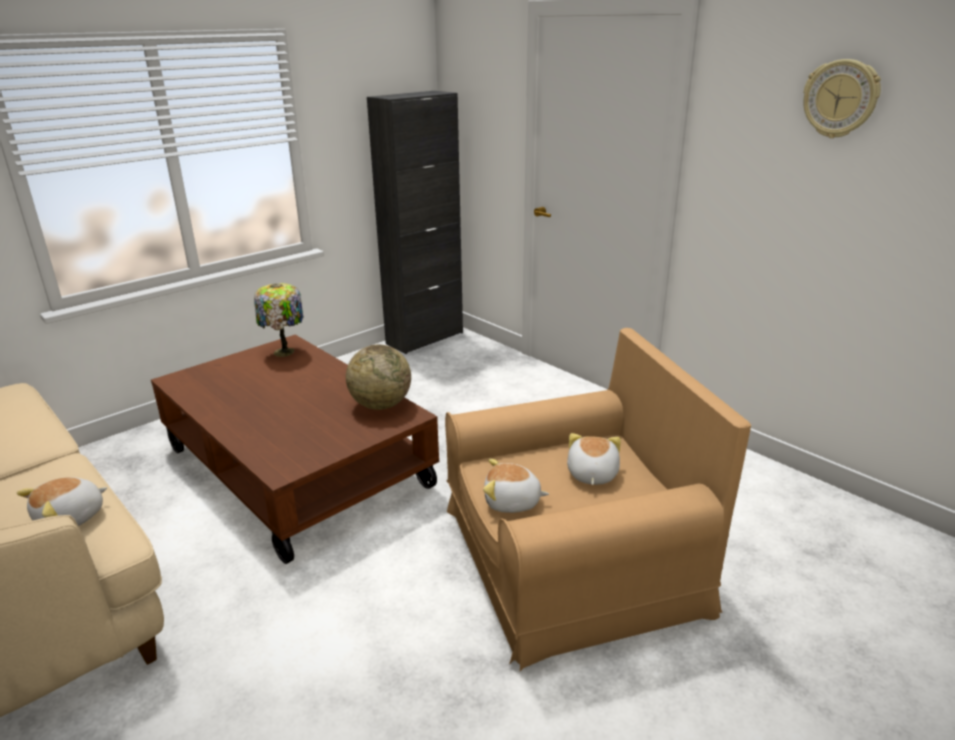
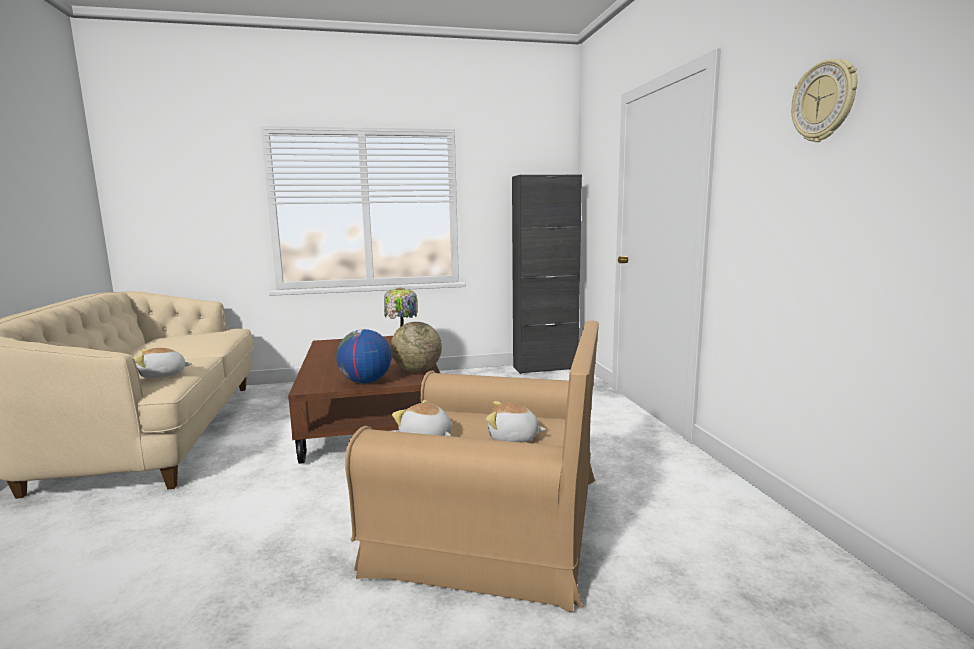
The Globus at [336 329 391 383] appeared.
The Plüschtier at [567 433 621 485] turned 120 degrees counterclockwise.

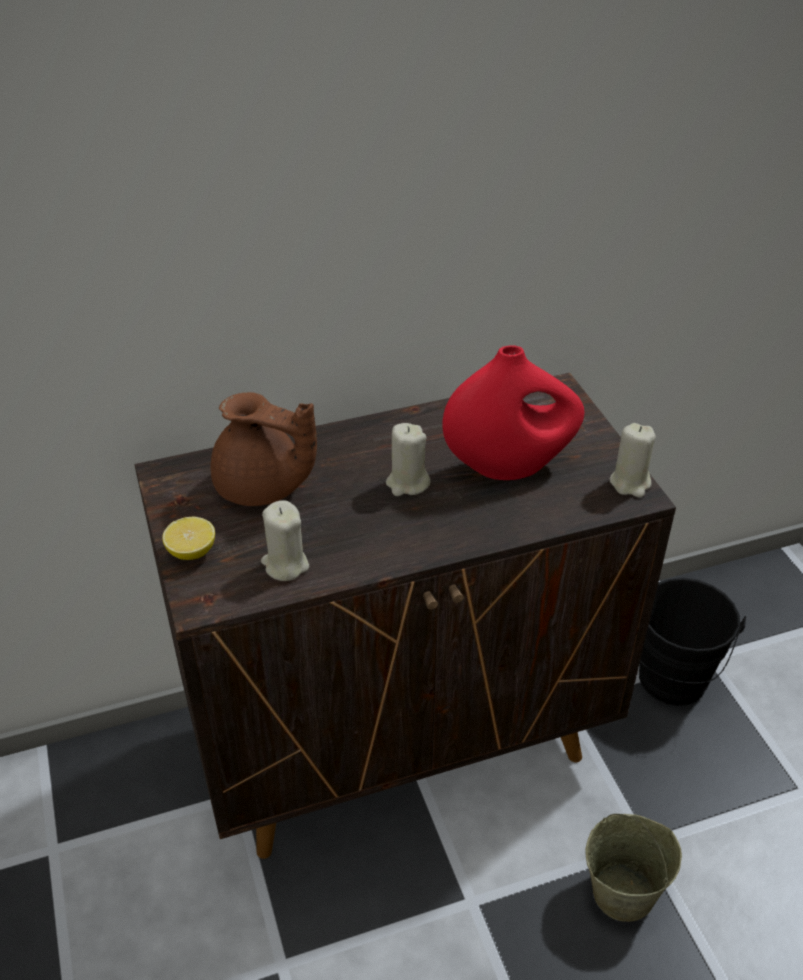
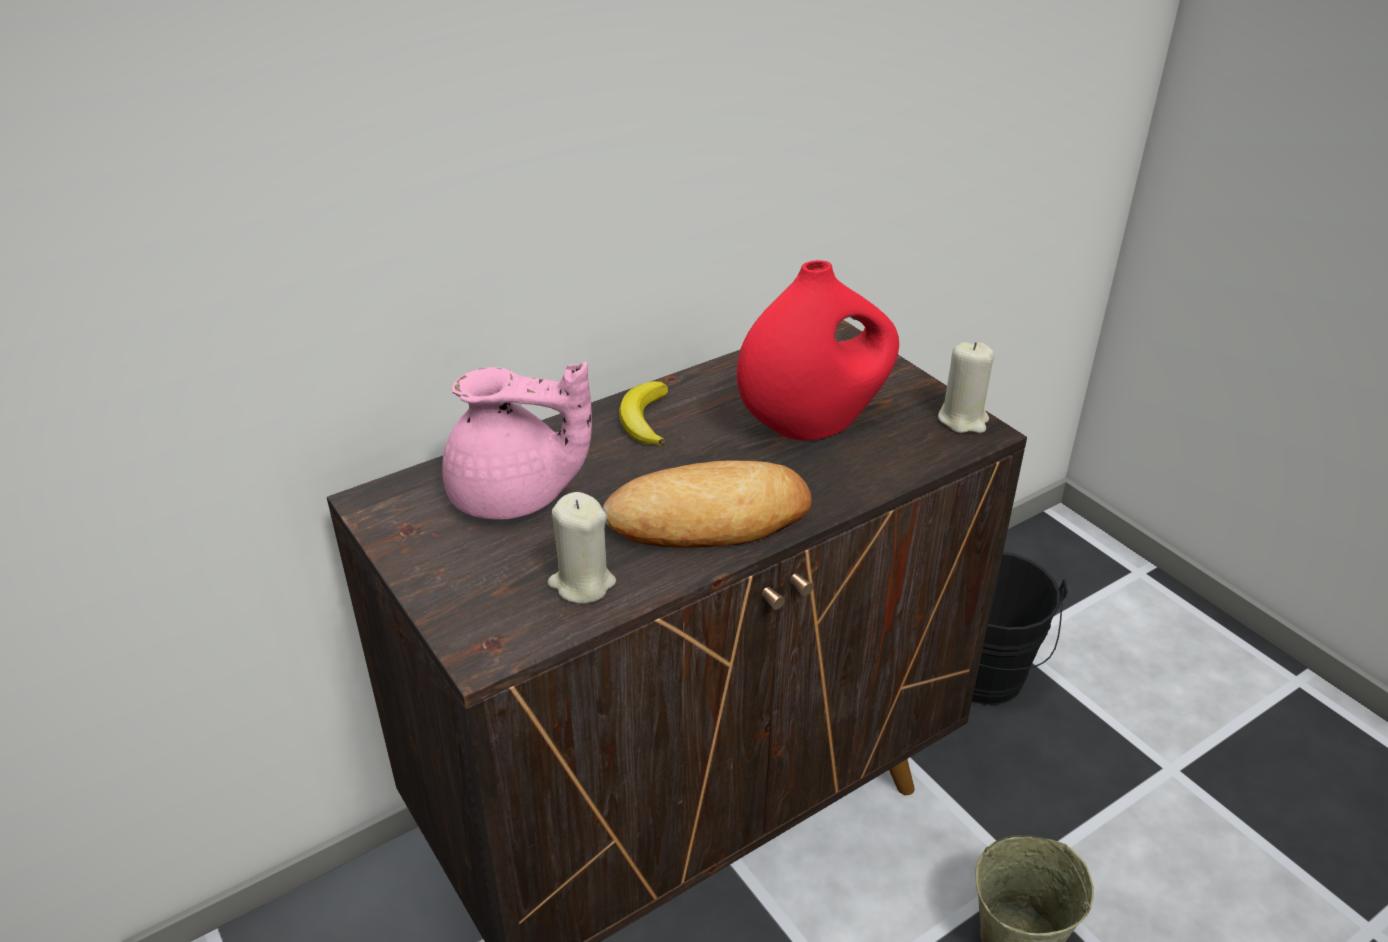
The Zitrone at [162 517 215 560] disappeared.
The Kerze (beige) at [386 423 430 496] disappeared.
The Brot at [602 461 812 548] appeared.
The Banane at [619 381 668 445] appeared.
The Teekanne (braun) at [211 392 317 506] became the Teekanne (rosa) at [443 362 592 519].

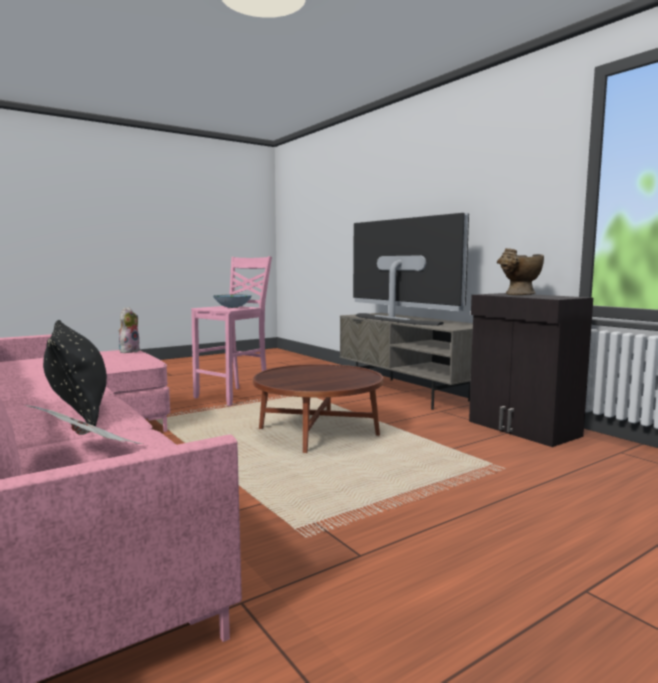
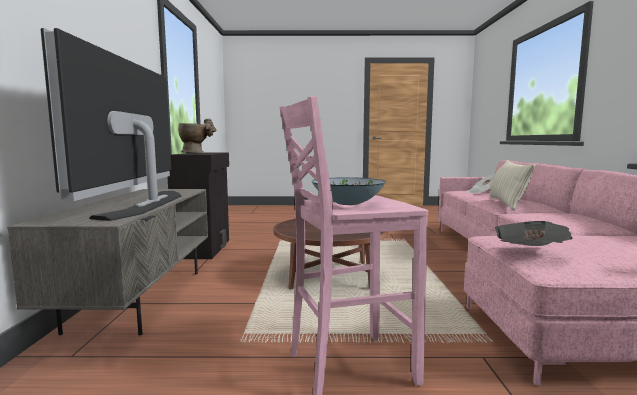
The Plüschtier at [119 307 140 353] was replaced by the Zeitung at [494 221 572 246].
The Kissen (schwarz) at [43 320 107 426] became the Kissen (beige) at [490 160 535 210].

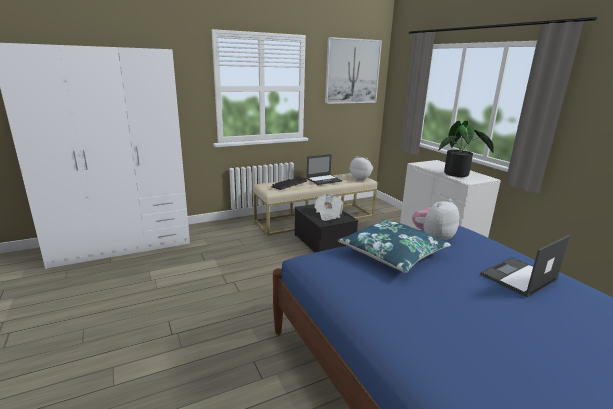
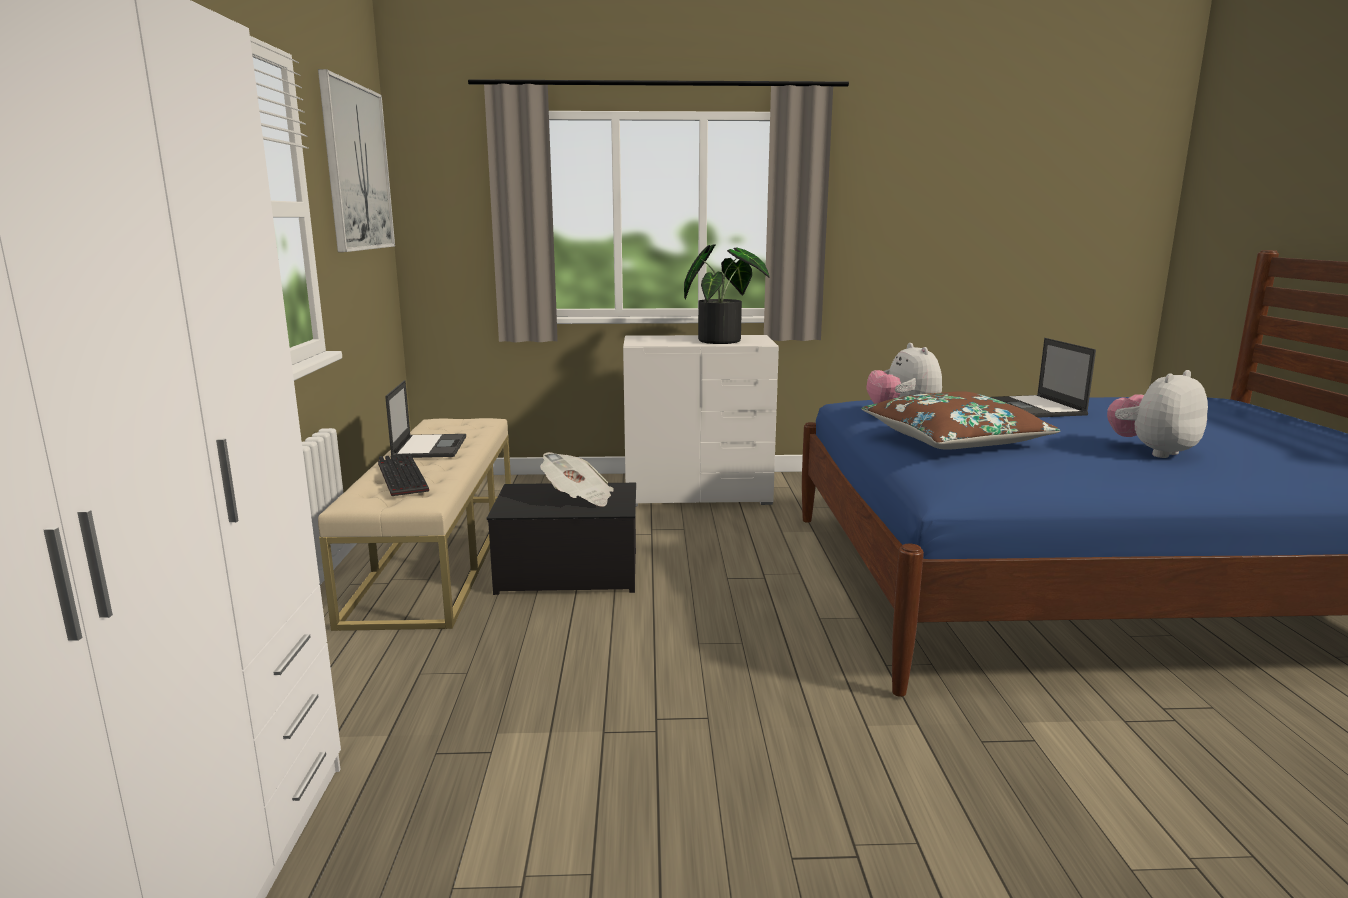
The Plüschtier moved from [350 156 373 181] to [1107 370 1208 458].
The Kissen (blau) at [337 219 451 273] became the Kissen (braun) at [862 391 1060 450].

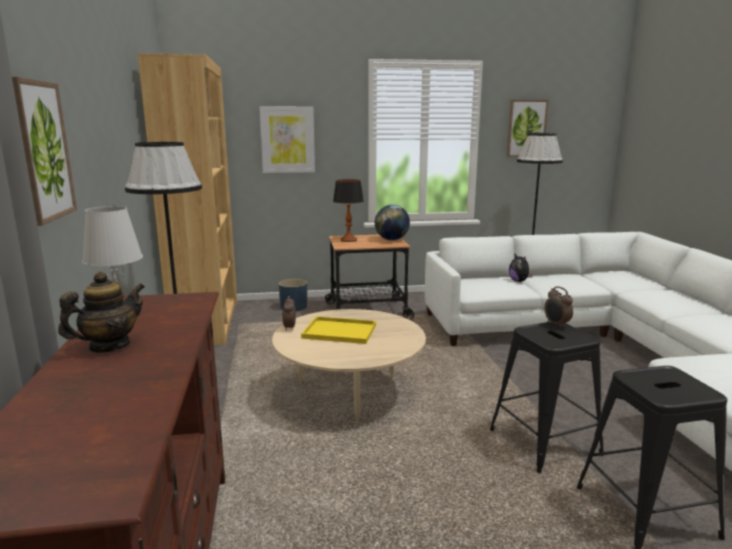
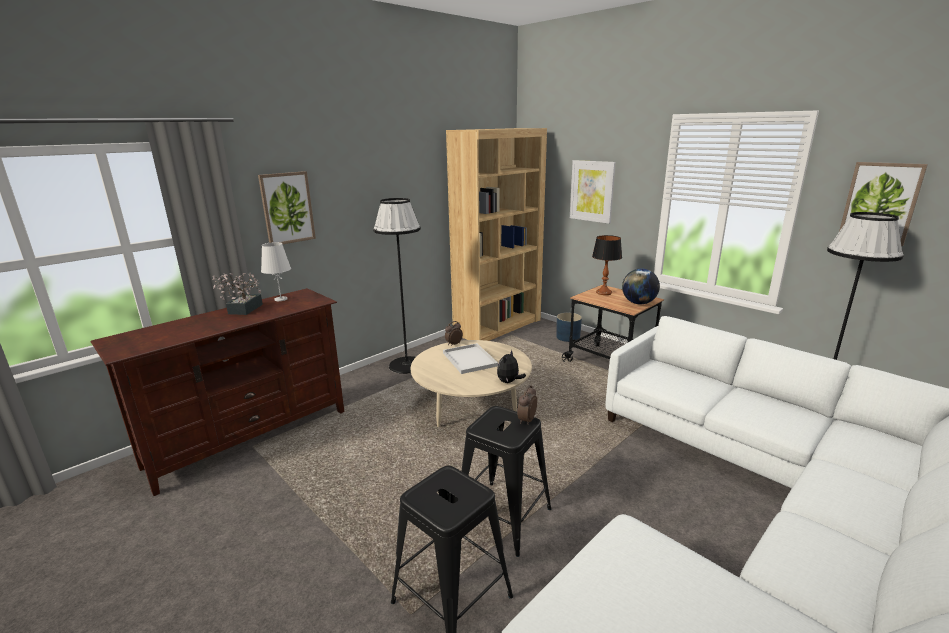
The Plüschtier moved from [509 253 533 282] to [497 350 526 383].
The Teekanne at [58 271 145 353] was replaced by the Topfpflanze at [213 272 263 315].
The Tablett (gelb) at [301 316 376 344] became the Tablett (weiß) at [443 343 498 374].

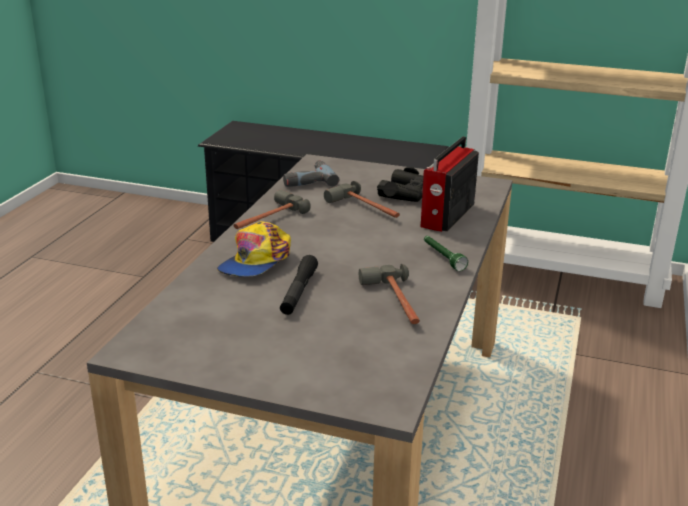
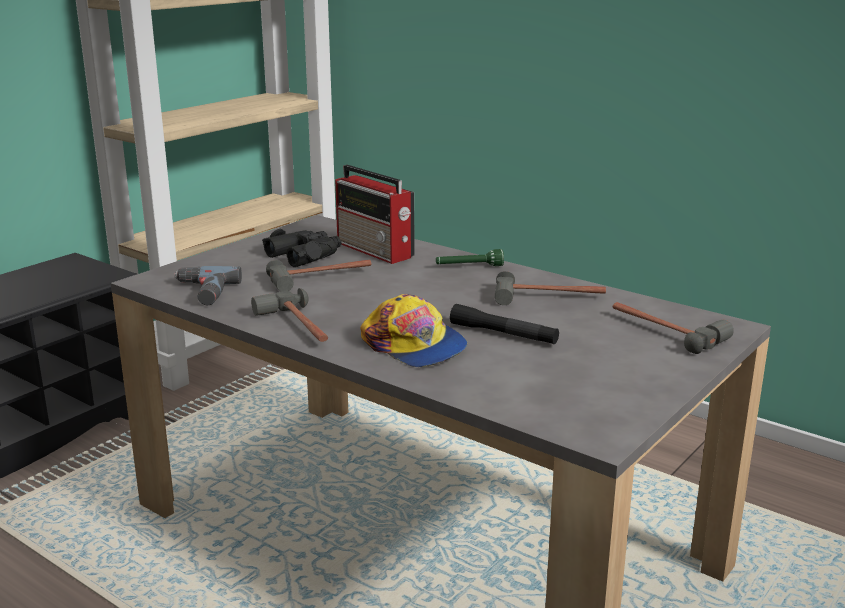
The Hammer at [613 302 734 354] appeared.

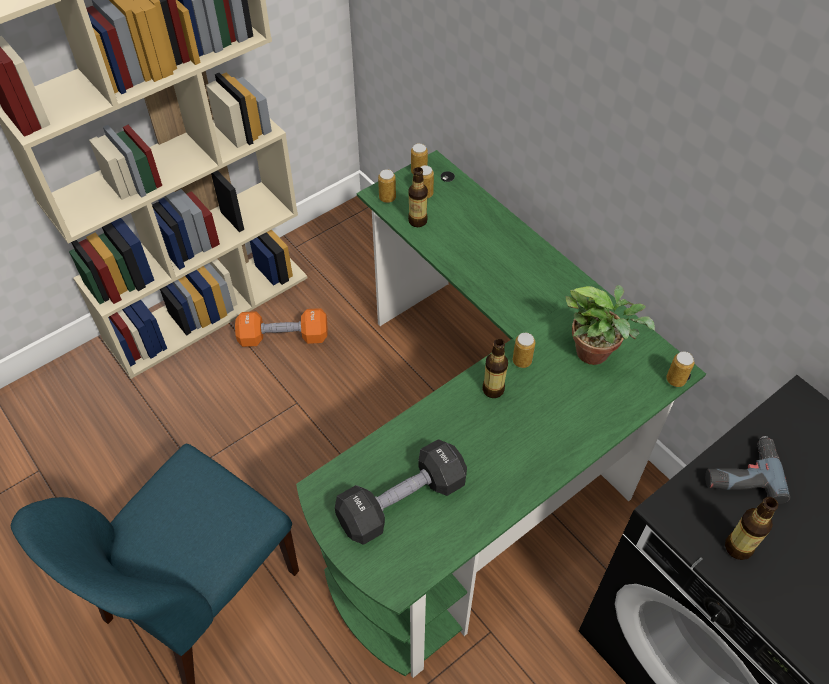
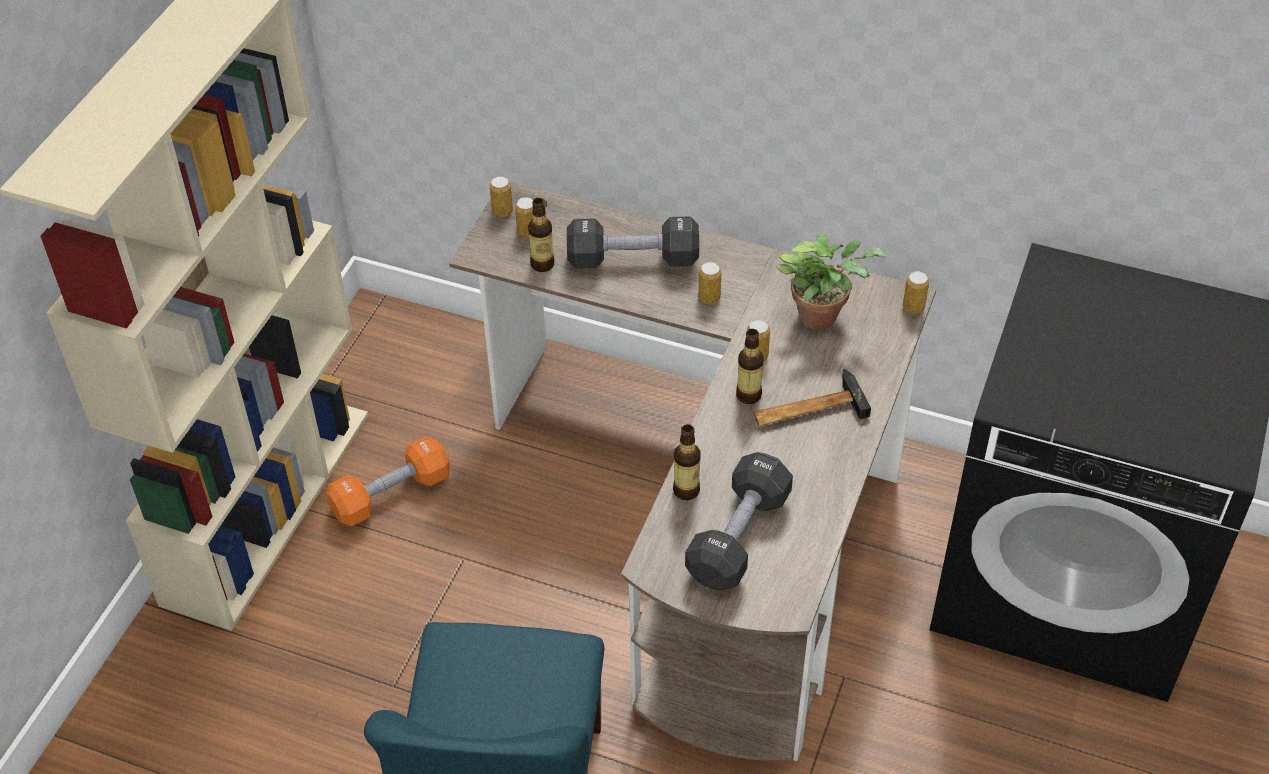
The Bohrmaschine at [705 436 790 504] disappeared.
The Hantel (schwarz) at [567 216 699 269] appeared.
The Hammer at [753 369 871 426] appeared.
The Dose moved from [378 169 396 203] to [698 262 721 304].
The Flasche moved from [725 497 778 560] to [673 424 701 500].
The Schreibtisch (grün) at [296 150 706 678] became the Schreibtisch (braun) at [449 182 936 761].

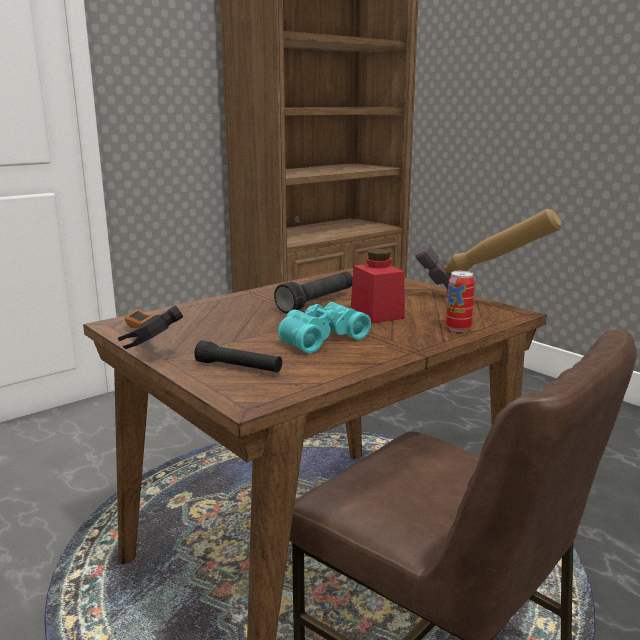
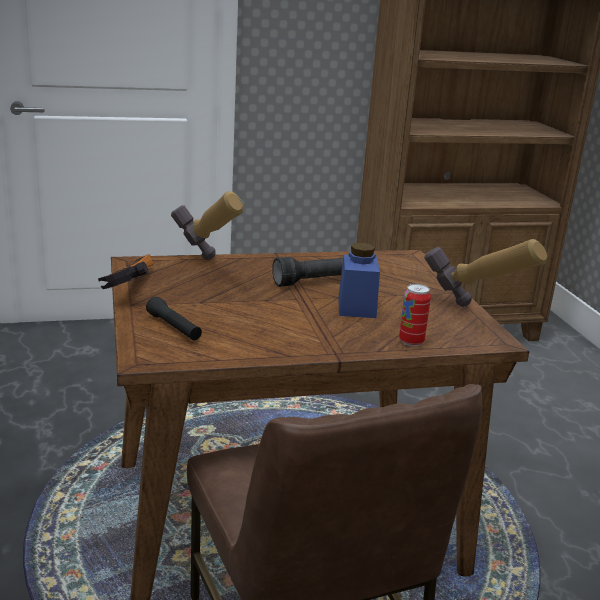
The Fernglas (türkis) at [278 302 371 353] disappeared.
The Hammer at [171 191 244 260] appeared.
The Vorratsglas (rot) at [351 249 405 324] became the Vorratsglas (blau) at [338 243 380 318].

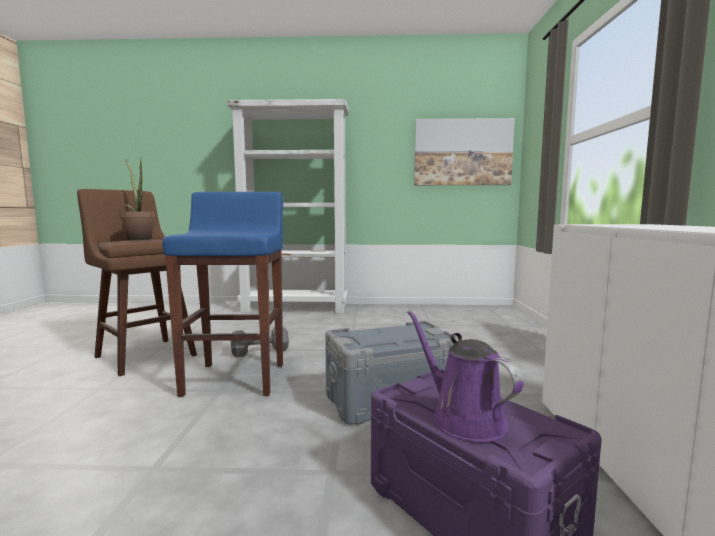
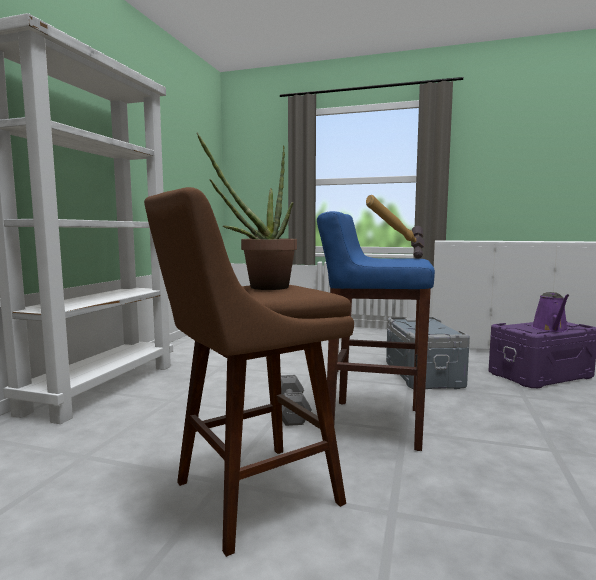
The Bild at [414 118 515 185] disappeared.
The Hammer at [366 195 424 259] appeared.
The Gießkanne (lila) at [407 310 523 442] turned 60 degrees counterclockwise.

